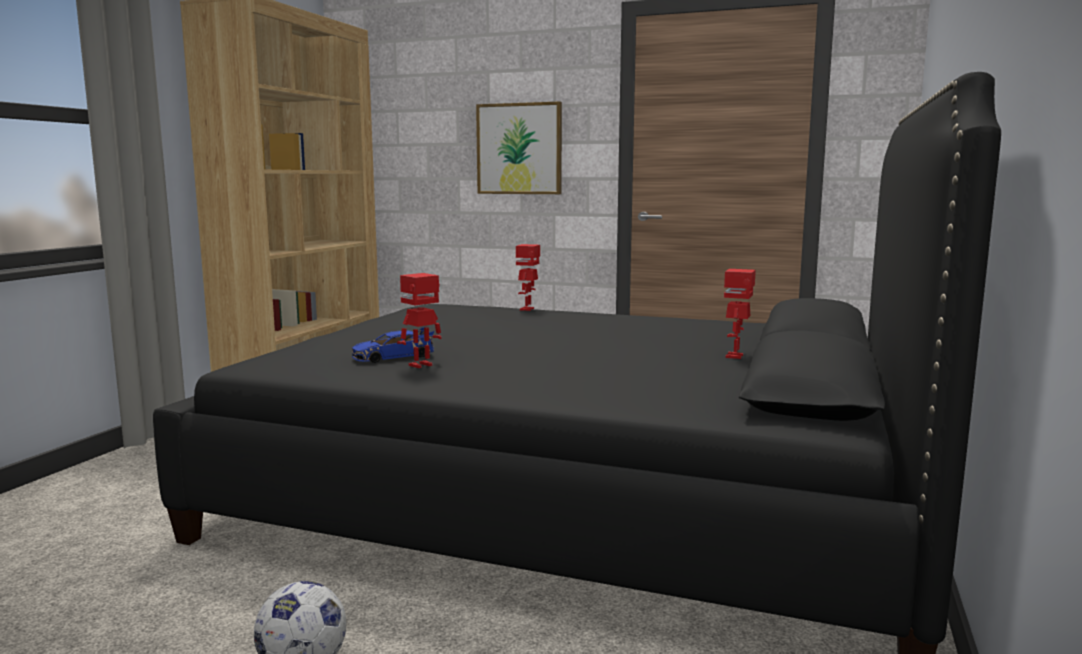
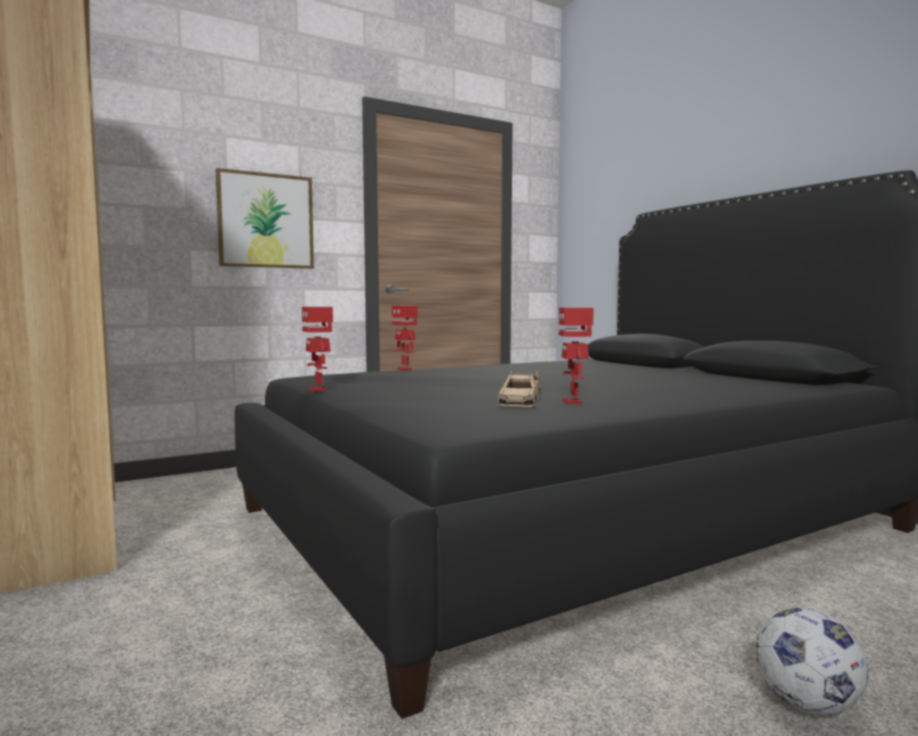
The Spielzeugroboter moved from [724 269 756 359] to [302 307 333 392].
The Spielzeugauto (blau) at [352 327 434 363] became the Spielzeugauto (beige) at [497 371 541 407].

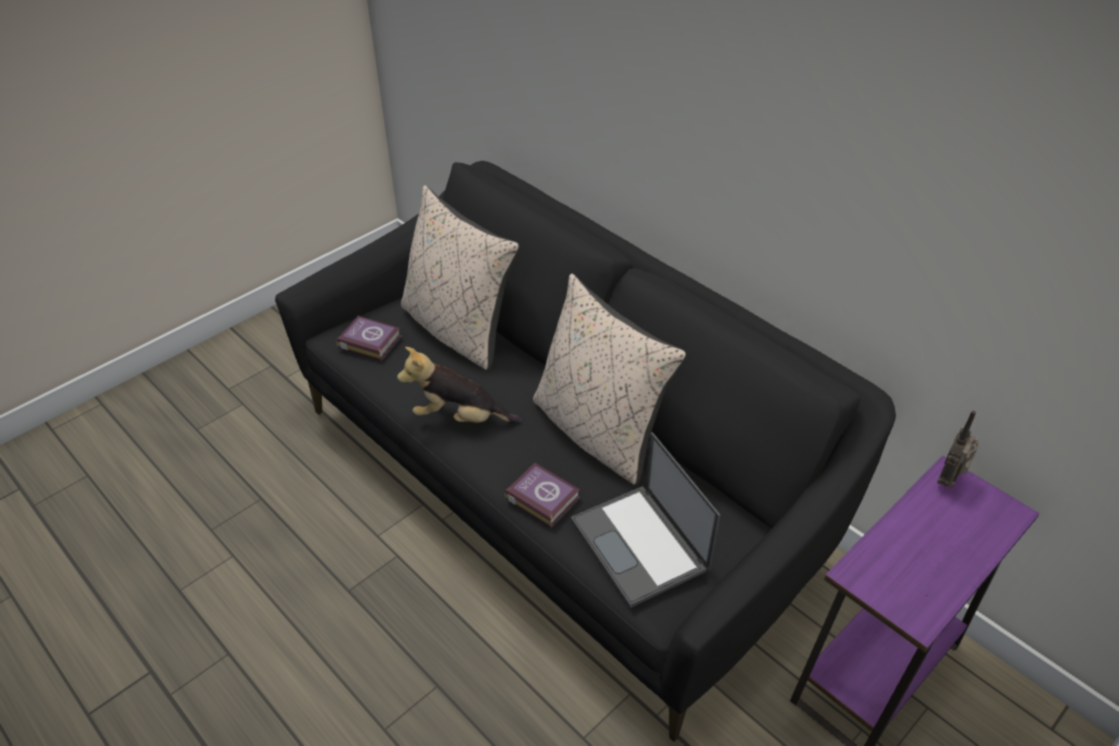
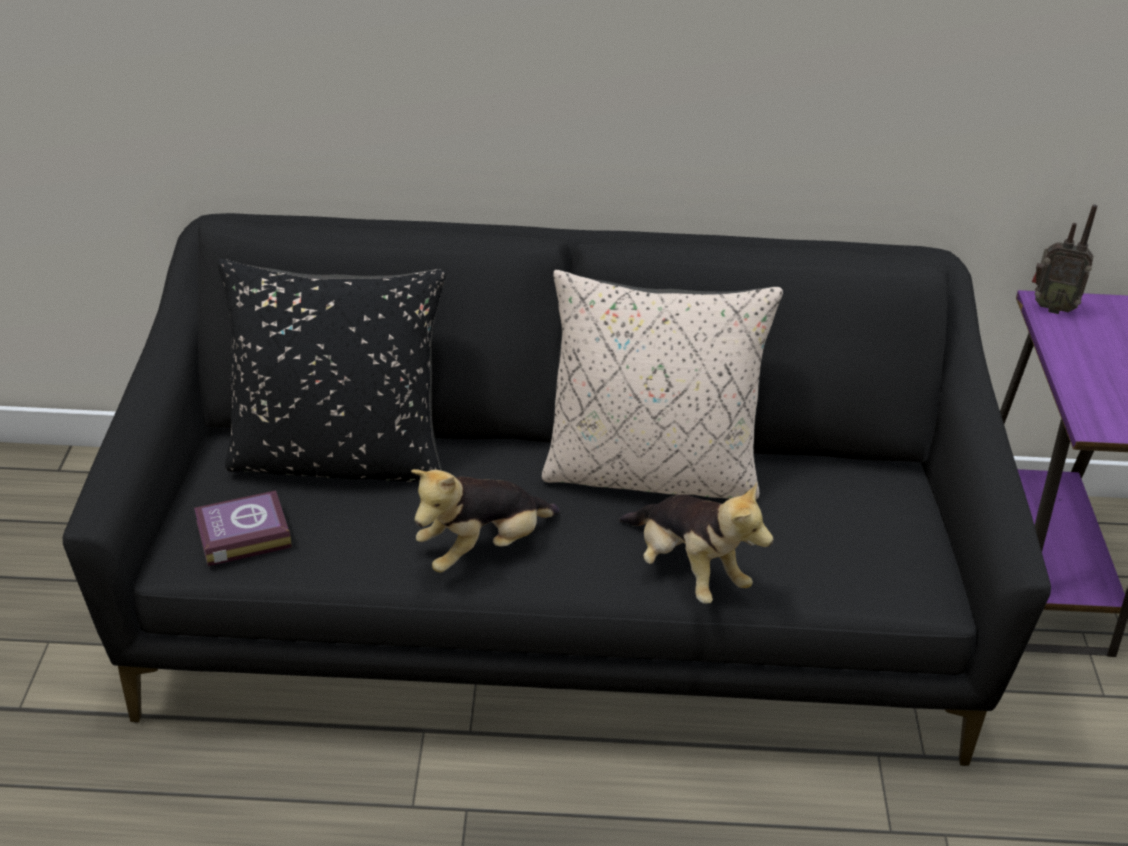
The Laptop at [571 432 720 608] disappeared.
The Buch at [505 463 580 528] was replaced by the Plüschtier at [619 482 773 604].
The Kissen (beige) at [401 185 519 371] became the Kissen (schwarz) at [217 259 446 482].
The Radio at [937 411 979 488] turned 60 degrees counterclockwise.

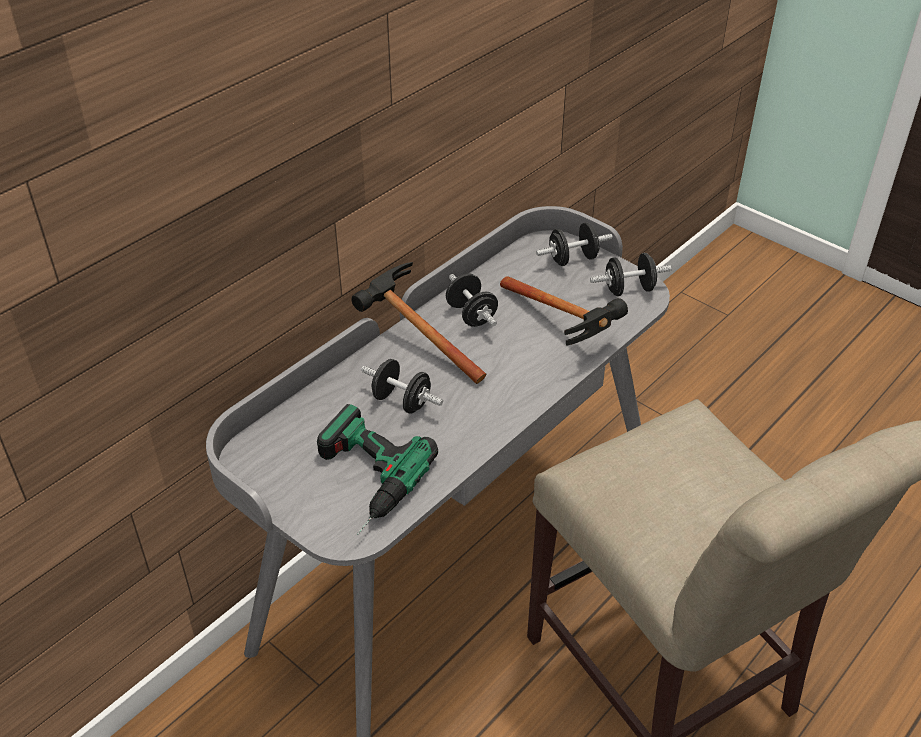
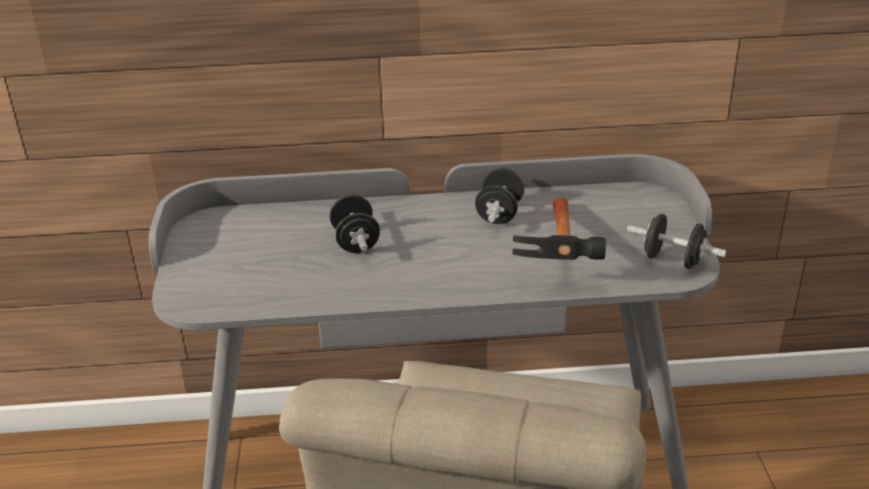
The Bohrmaschine at [317 404 438 535] disappeared.
The Hammer at [351 262 486 384] disappeared.
The Hantel (schwarz) at [536 222 613 266] disappeared.

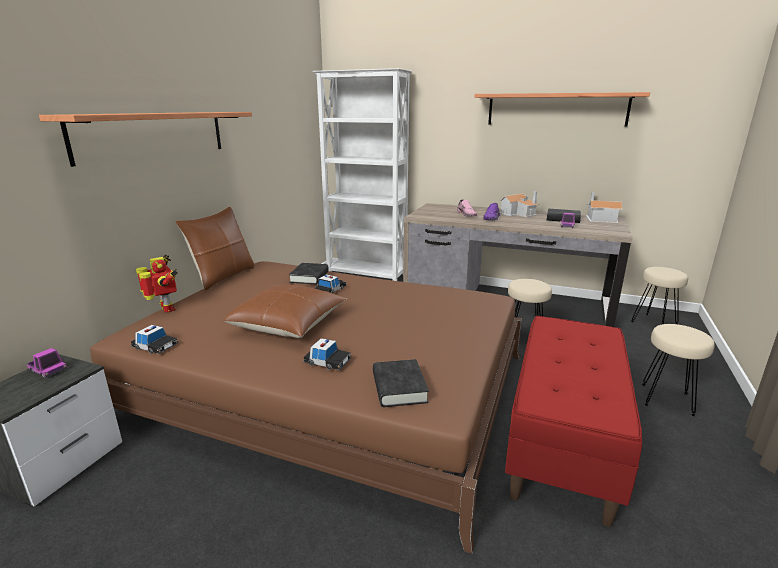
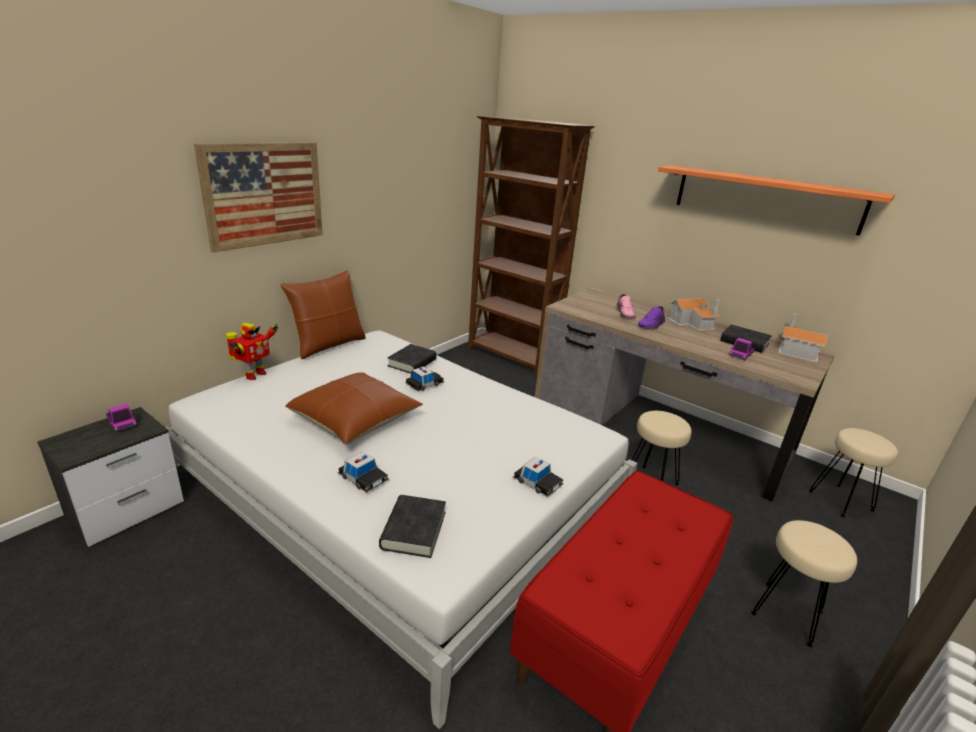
The Spielzeugauto moved from [130 325 179 354] to [513 456 564 497].
The Wandregal at [39 112 252 167] was replaced by the Bild at [194 142 323 253].
The Bett (braun) at [90 261 522 554] became the Bett (weiß) at [165 330 637 729].
The Bücherregal (weiß) at [312 68 413 281] became the Bücherregal (braun) at [468 116 595 377].
The Spielzeugroboter at [136 254 178 313] turned 45 degrees clockwise.

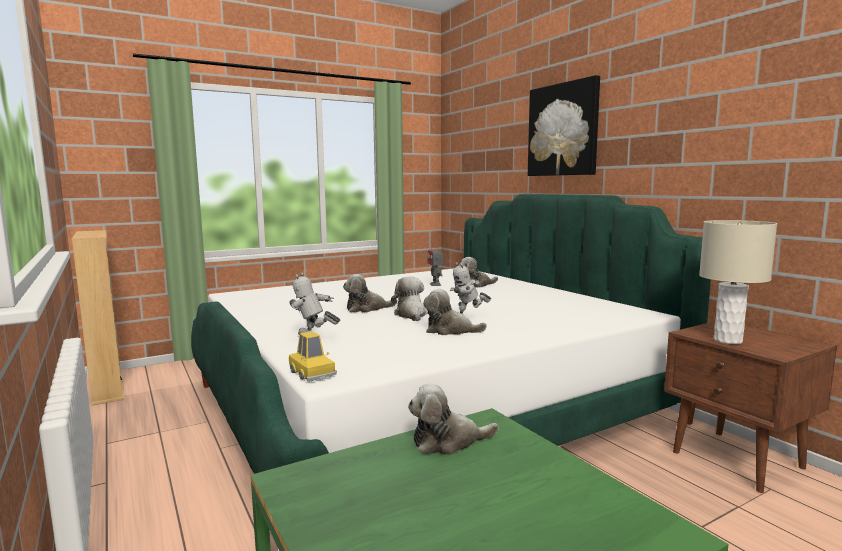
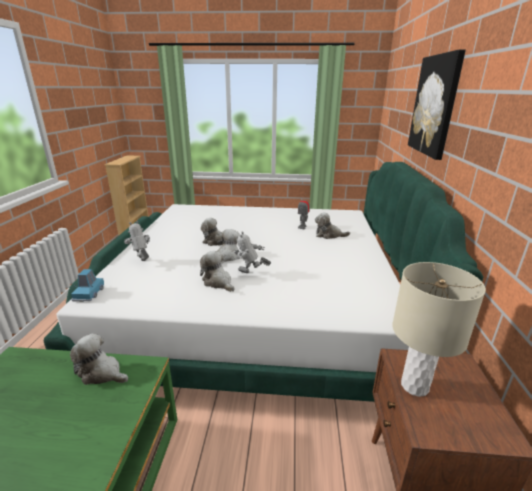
The Spielzeugauto (gelb) at [289 331 337 382] became the Spielzeugauto (blau) at [71 269 104 302].

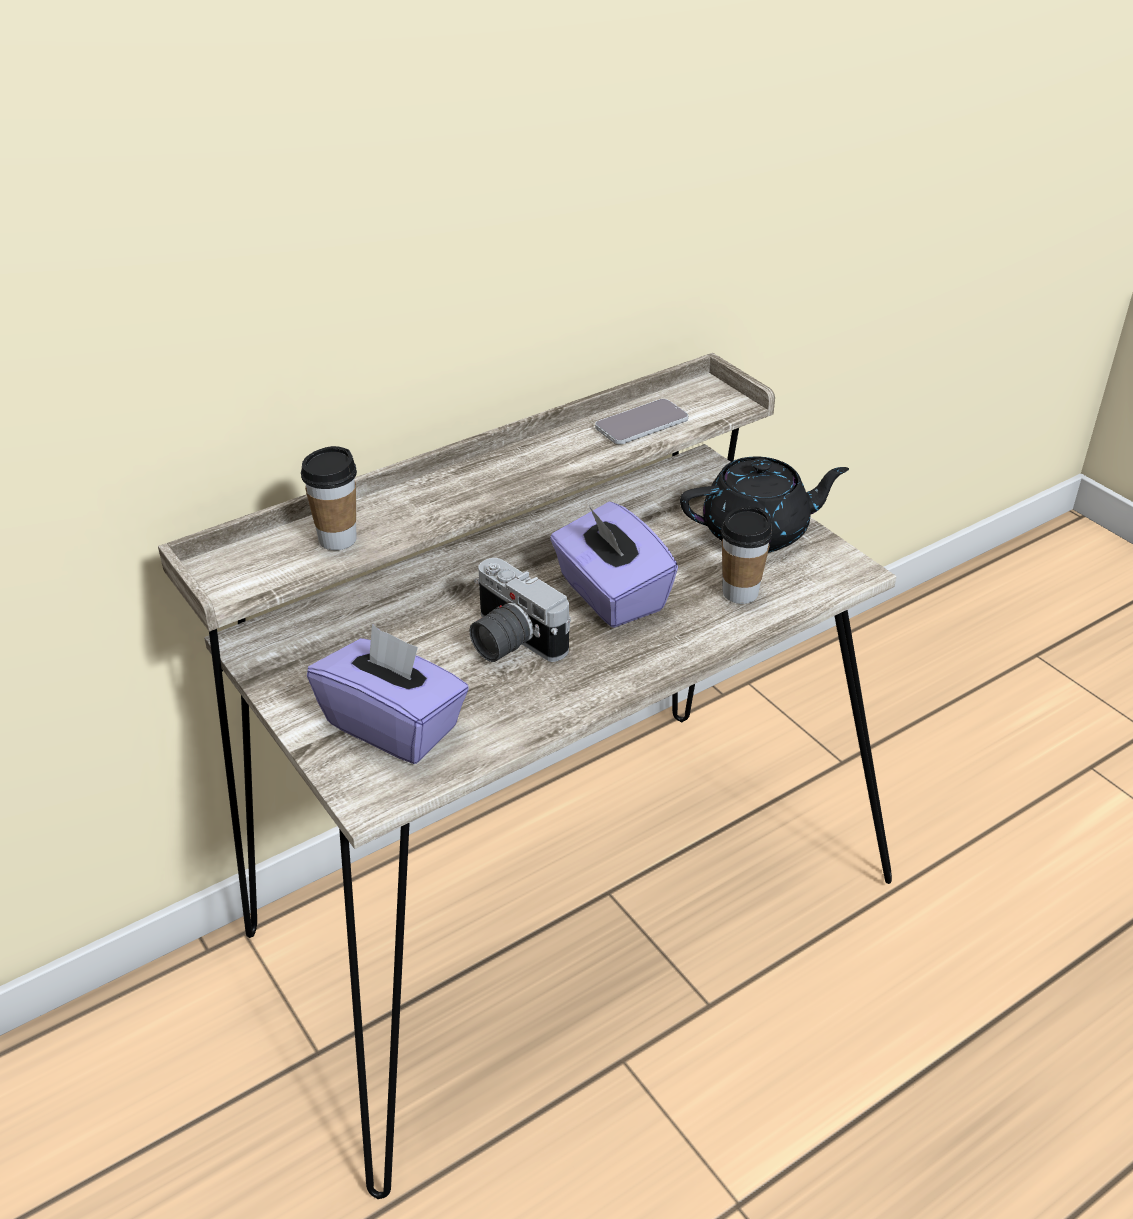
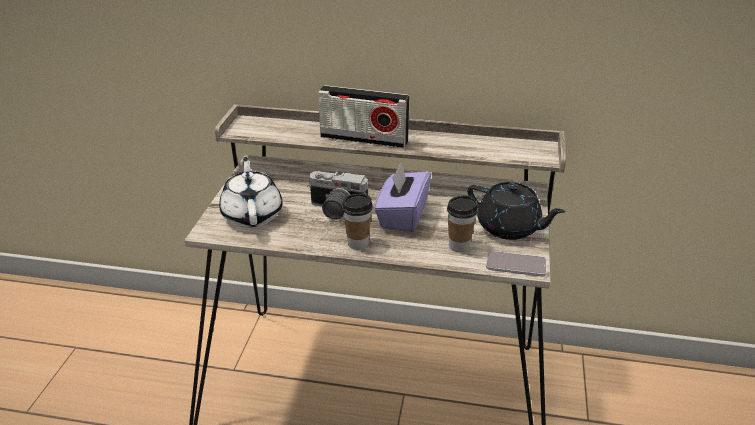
The Radio at [318 85 409 148] appeared.
The Tasse moved from [301 446 357 551] to [342 194 373 250].
The Handy moved from [595 399 688 444] to [486 251 547 276].
The Taschentuchbox (lila) at [307 624 469 764] was replaced by the Teekanne (weiß) at [219 157 282 227].
The Kamera at [469 558 571 662] turned 75 degrees counterclockwise.

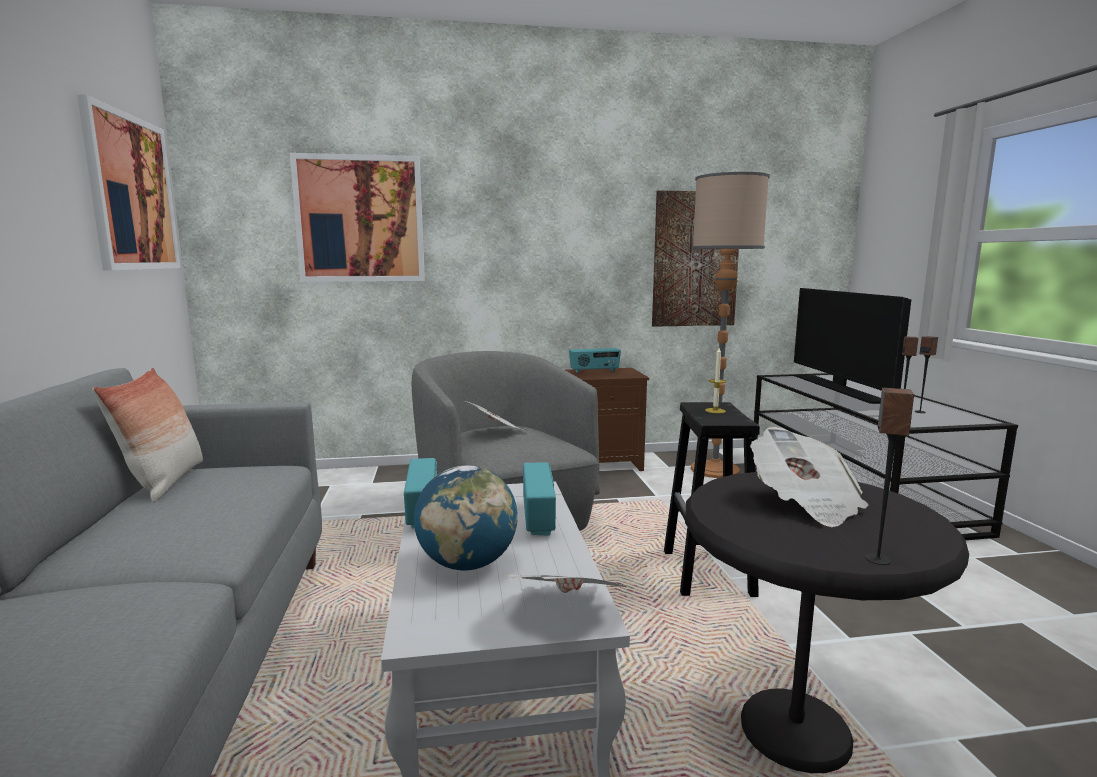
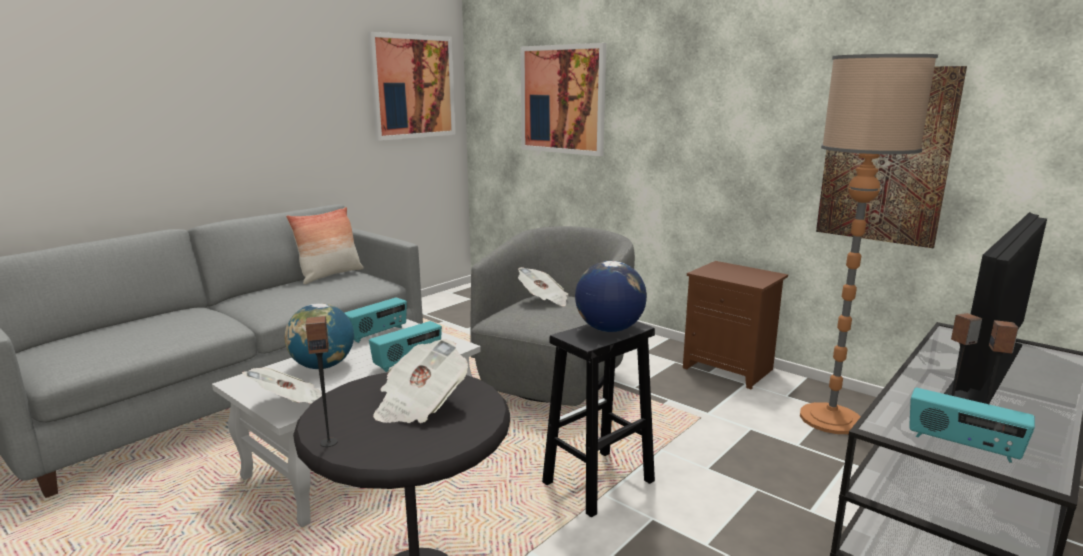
The Radio moved from [569 348 621 373] to [909 388 1035 463].
The Kerze at [705 348 726 413] was replaced by the Globus at [575 261 647 332].

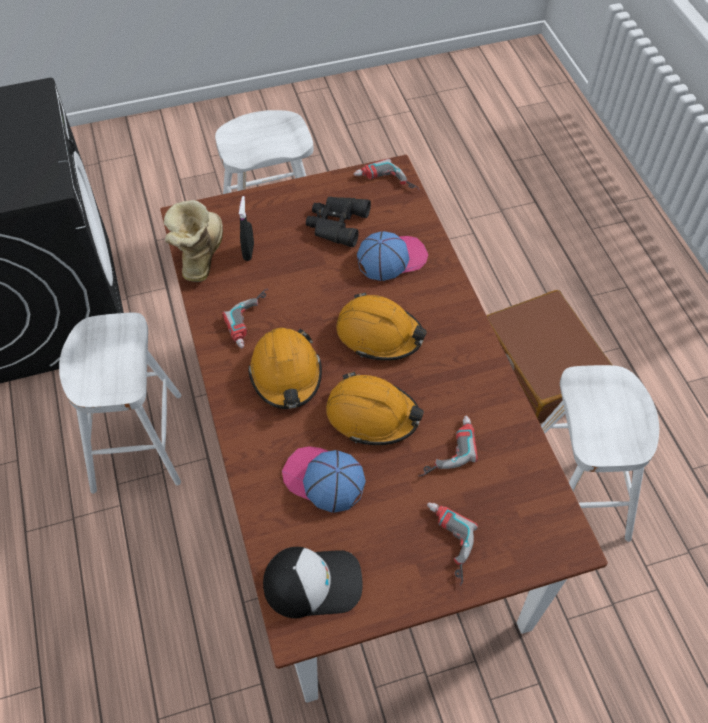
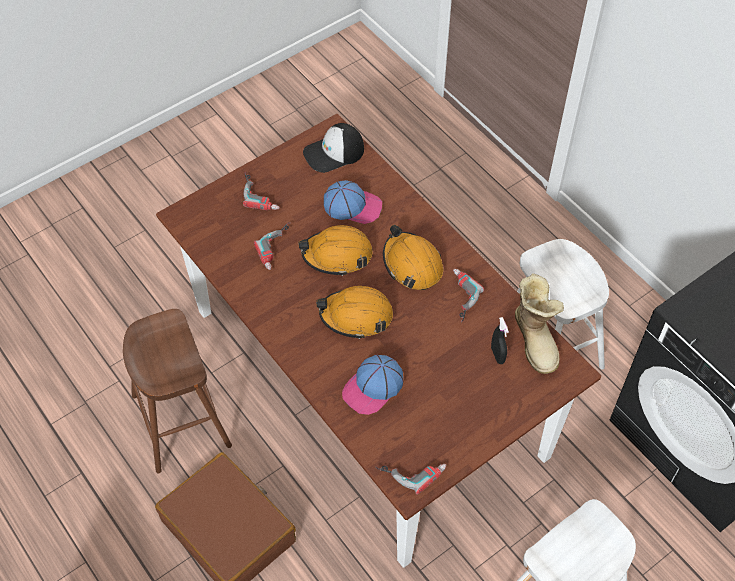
The Fernglas (schwarz) at [306 197 371 247] disappeared.
The Hocker (weiß) at [541 365 659 542] became the Hocker (braun) at [123 309 232 473].

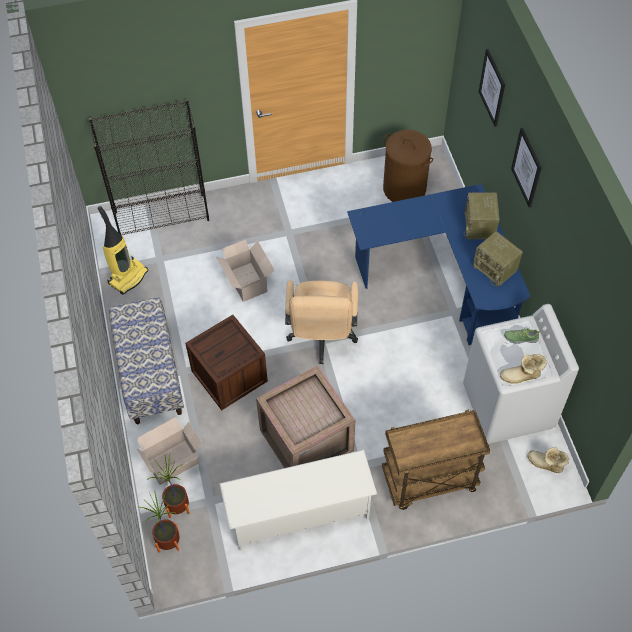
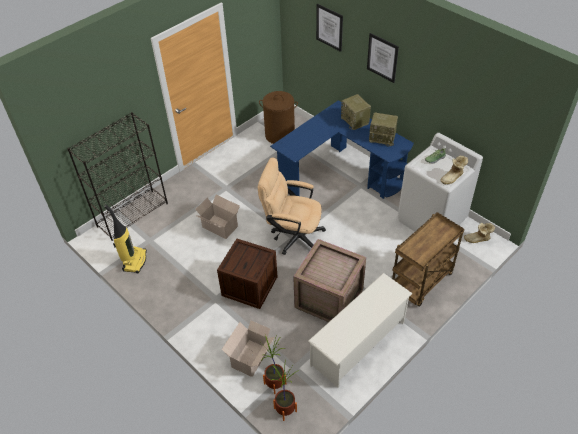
The Bank at [109 297 184 424] disappeared.
The Bürostuhl (beige) at [285 280 358 364] turned 135 degrees clockwise.

